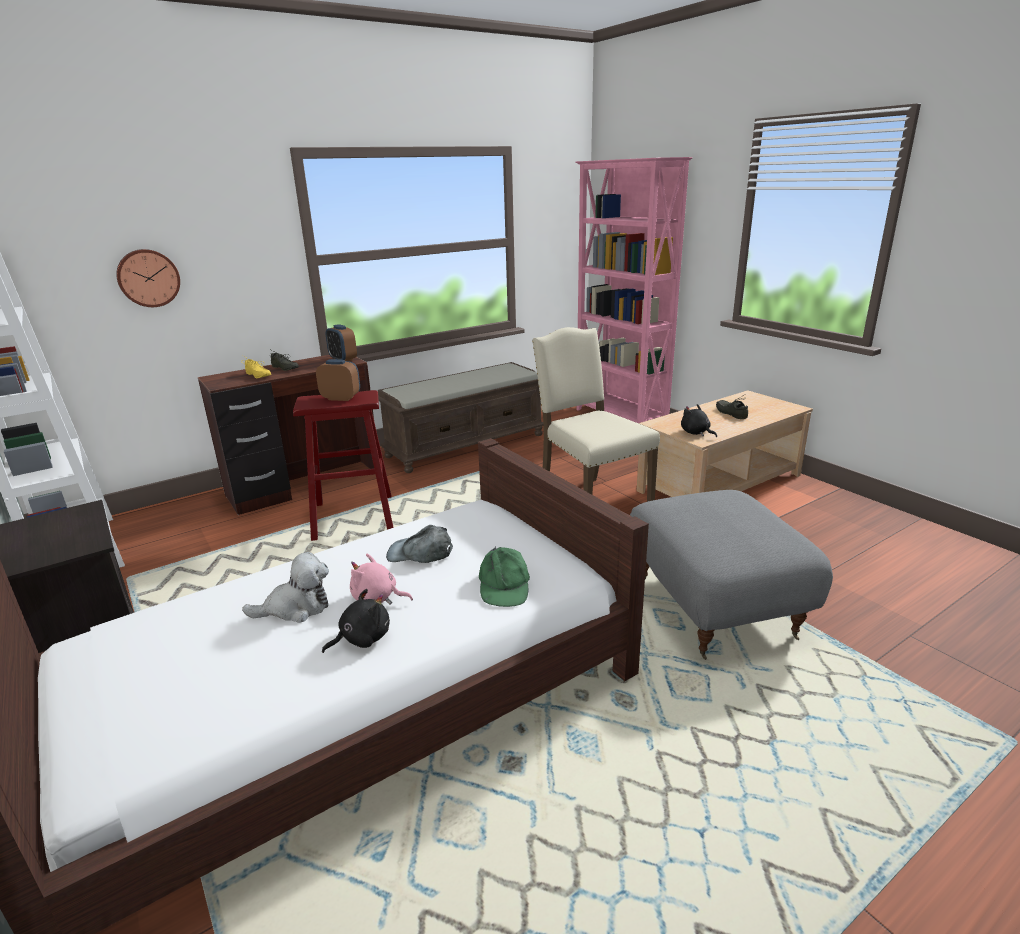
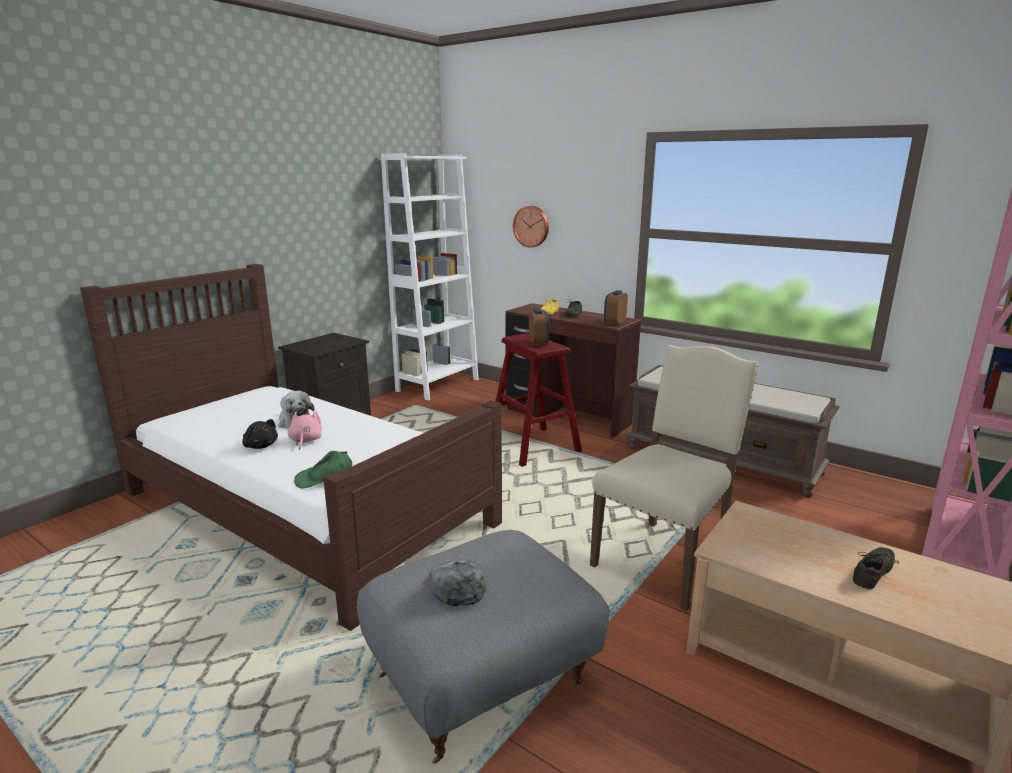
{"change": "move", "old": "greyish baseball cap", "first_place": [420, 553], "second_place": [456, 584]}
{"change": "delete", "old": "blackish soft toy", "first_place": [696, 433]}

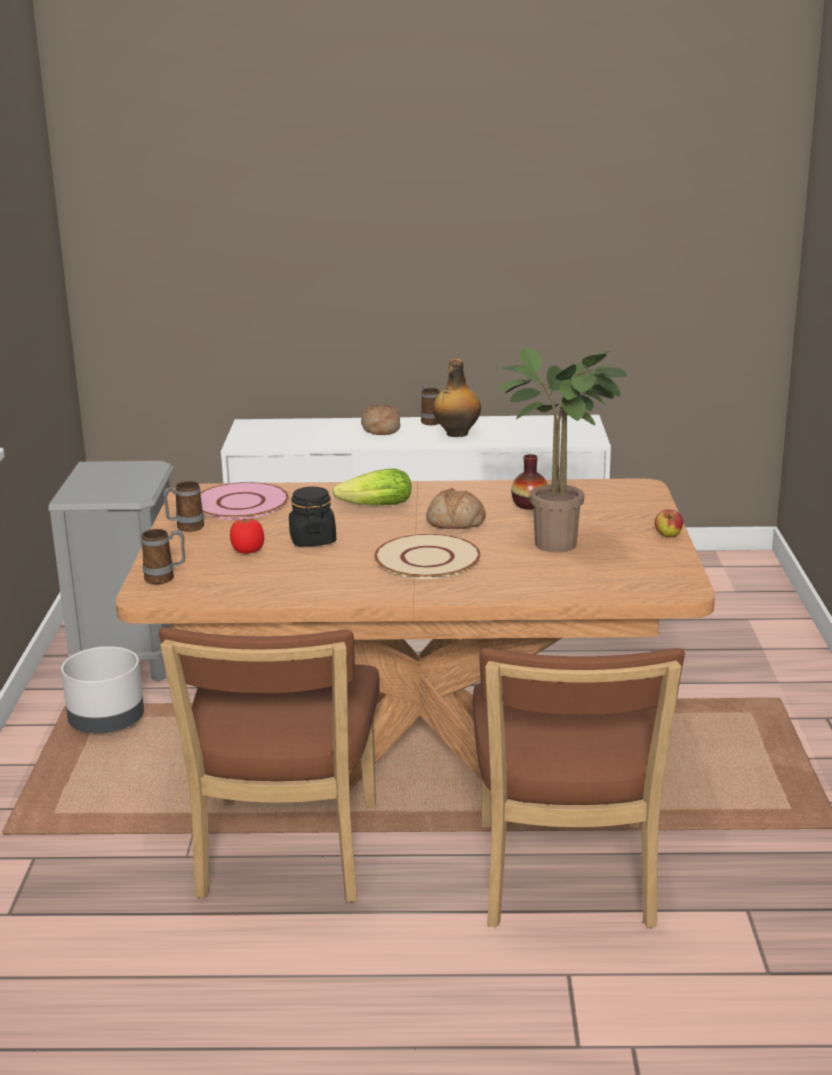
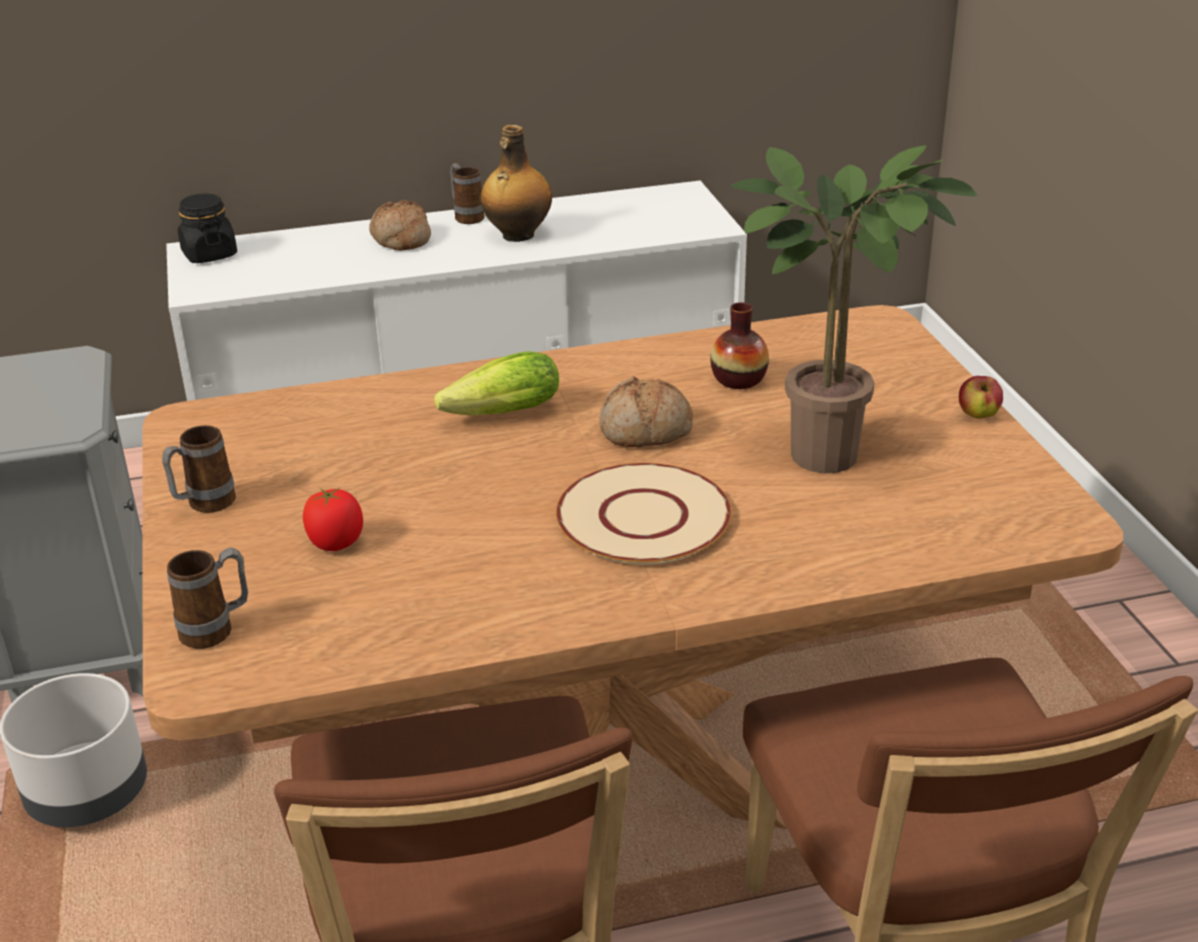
{"change": "move", "old": "blackish storage jar", "first_place": [312, 540], "second_place": [209, 254]}
{"change": "delete", "old": "pinkish flat dish", "first_place": [241, 503]}

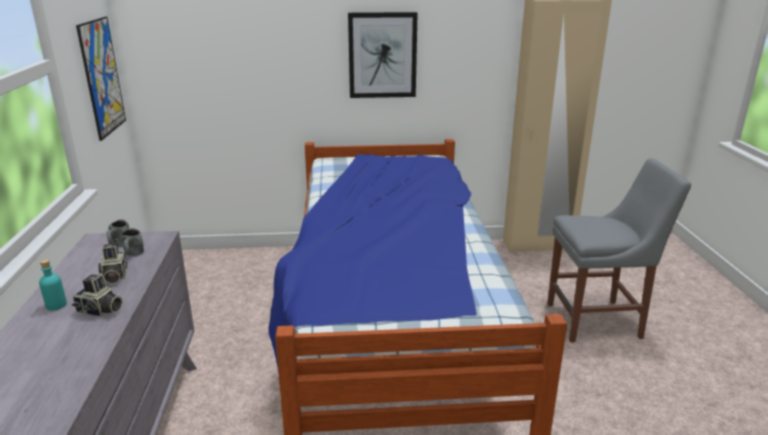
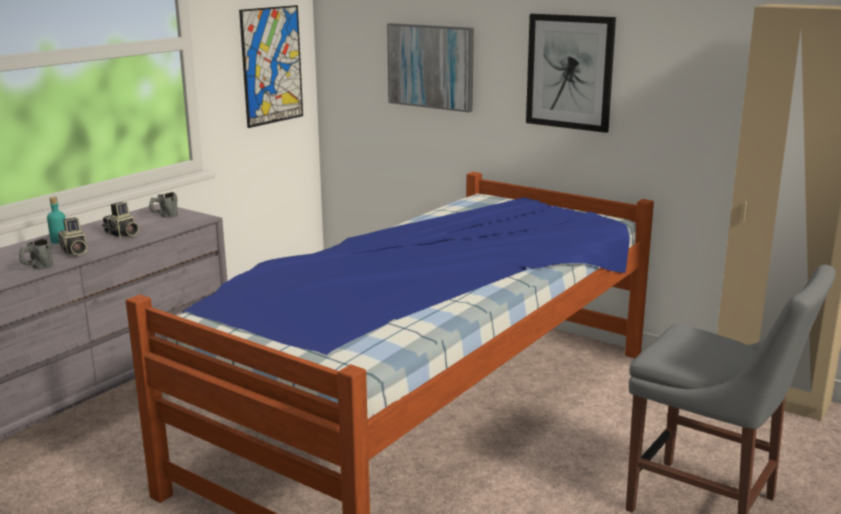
{"change": "move", "old": "greyish mug", "first_place": [133, 255], "second_place": [37, 268]}
{"change": "rotate", "old": "photo camera", "first_place": [114, 276], "second_place": [122, 234], "degrees": -75}
{"change": "insert", "new": "picture", "second_place": [431, 66]}

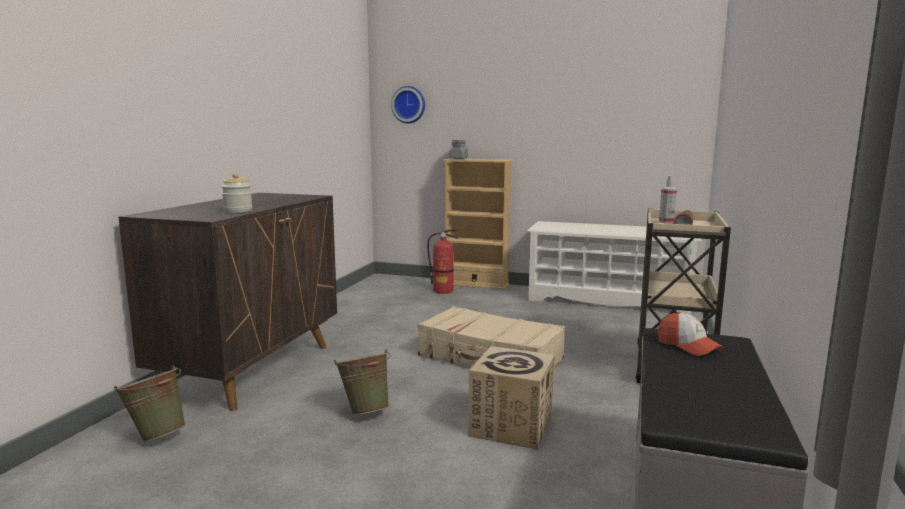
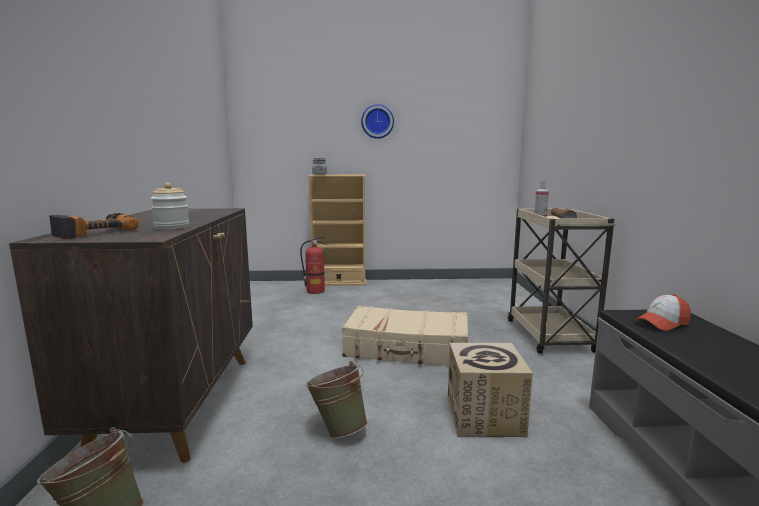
{"change": "insert", "new": "electric drill", "second_place": [94, 232]}
{"change": "move", "old": "clock on the wall", "first_place": [409, 105], "second_place": [377, 121]}
{"change": "rotate", "old": "baseball cap", "first_place": [688, 346], "second_place": [662, 323], "degrees": 120}
{"change": "delete", "old": "white shoe shelf", "first_place": [608, 300]}

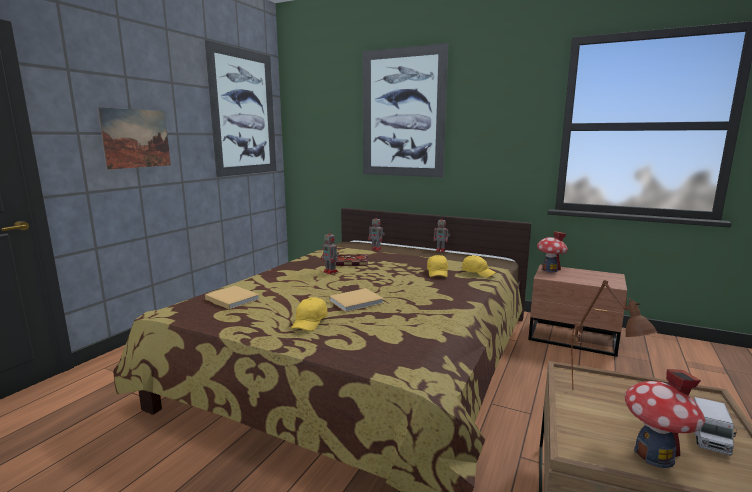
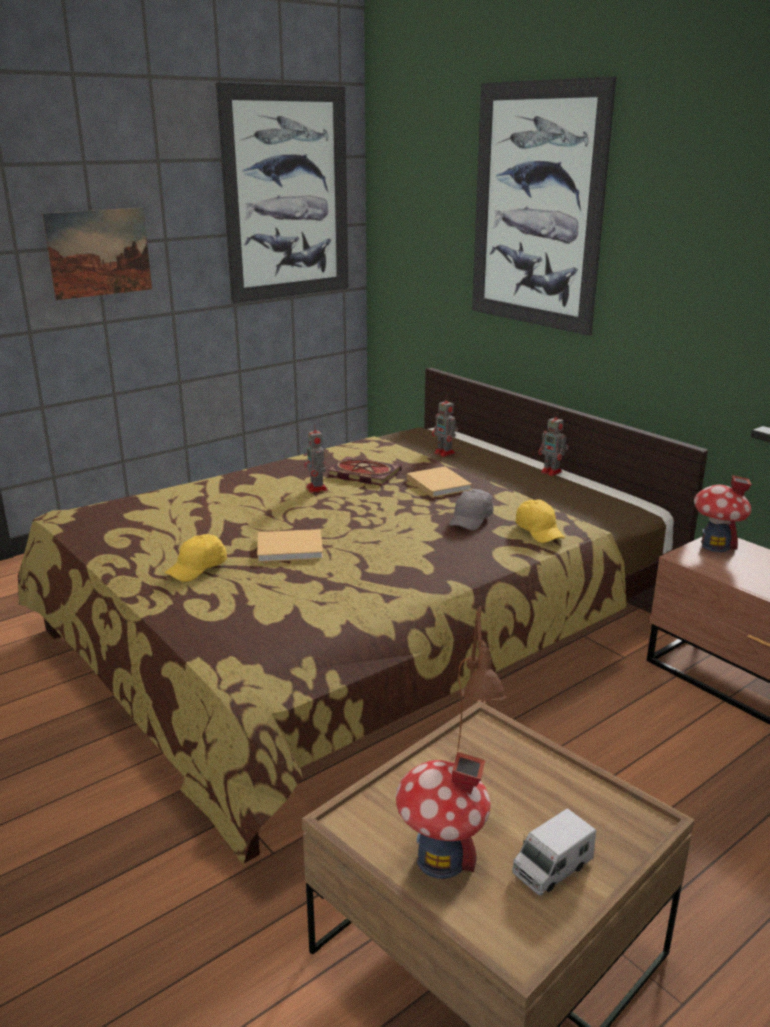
{"change": "move", "old": "beige-coloured bound book", "first_place": [231, 299], "second_place": [437, 483]}
{"change": "recolor", "old": "yellow-coloured baseball cap", "new": "greyish baseball cap", "first_place": [437, 273], "second_place": [471, 520]}

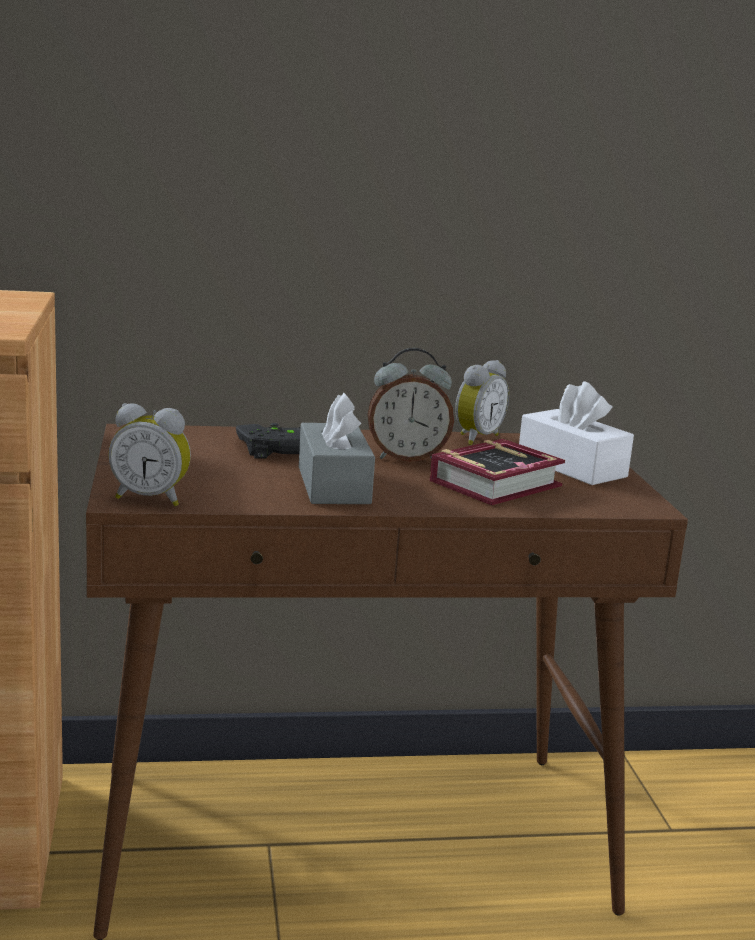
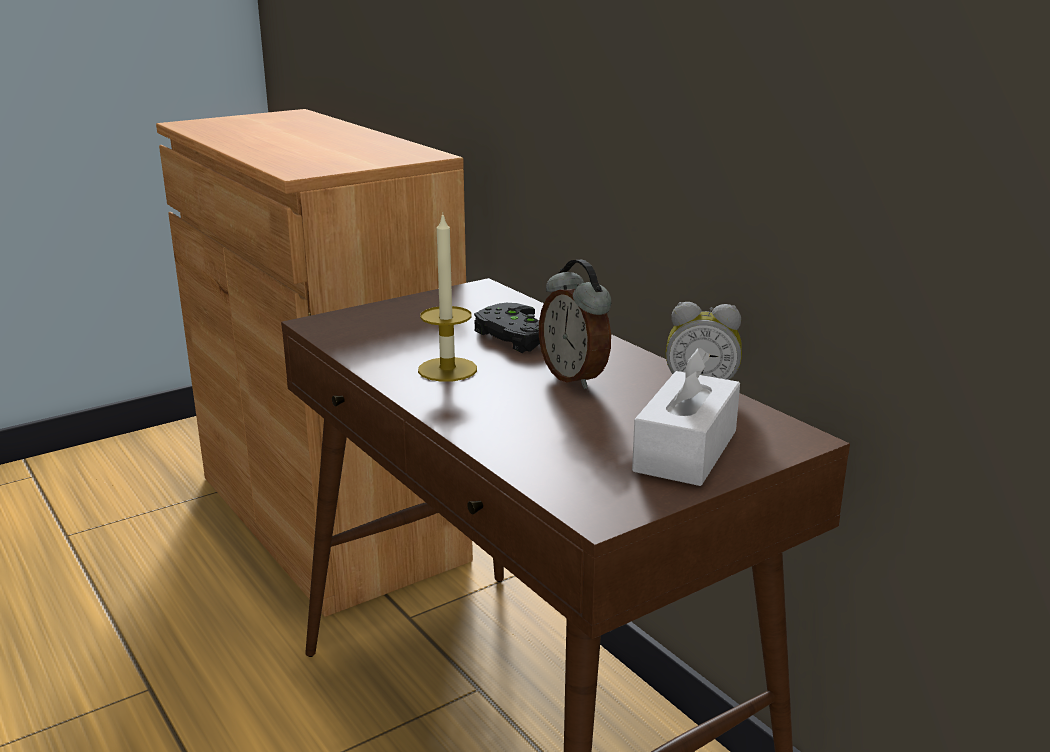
{"change": "replace", "old": "greyish tissue box", "new": "wax candle", "first_place": [333, 485], "second_place": [447, 369]}
{"change": "delete", "old": "alarm clock", "first_place": [151, 498]}
{"change": "delete", "old": "bound book", "first_place": [501, 484]}

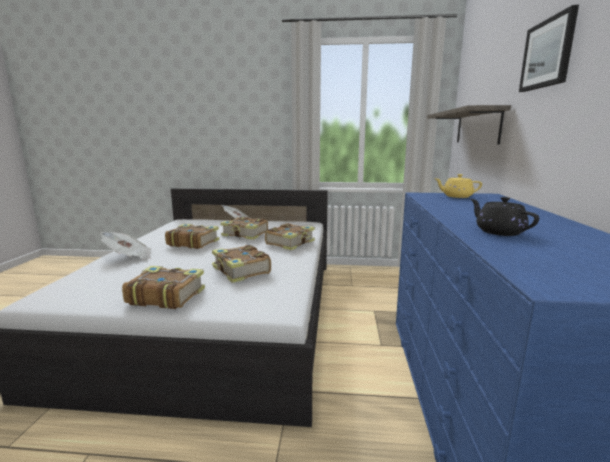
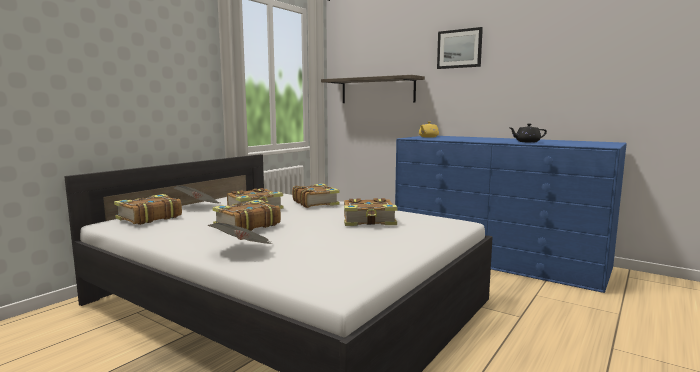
{"change": "move", "old": "bound book", "first_place": [166, 296], "second_place": [148, 218]}

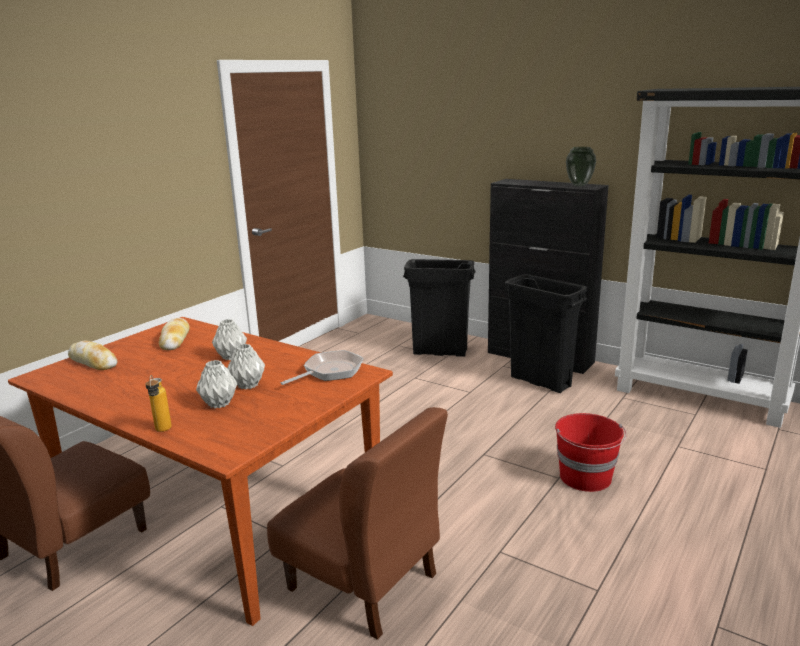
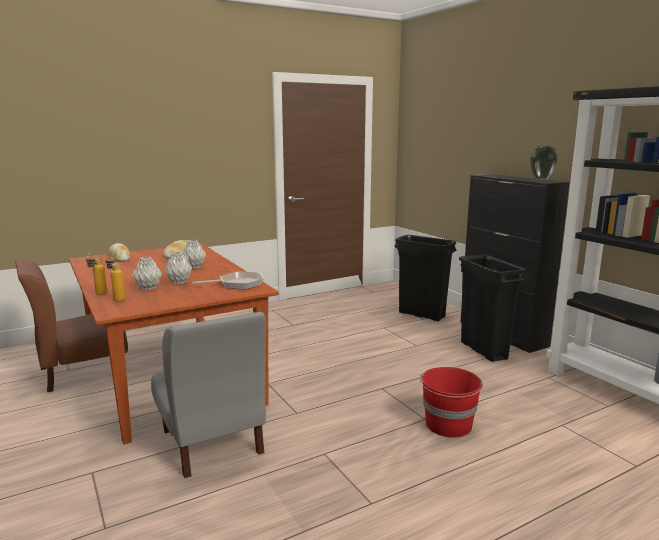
{"change": "insert", "new": "bottle", "second_place": [117, 299]}
{"change": "recolor", "old": "brownish upright chair", "new": "greyish upright chair", "first_place": [363, 582], "second_place": [212, 442]}

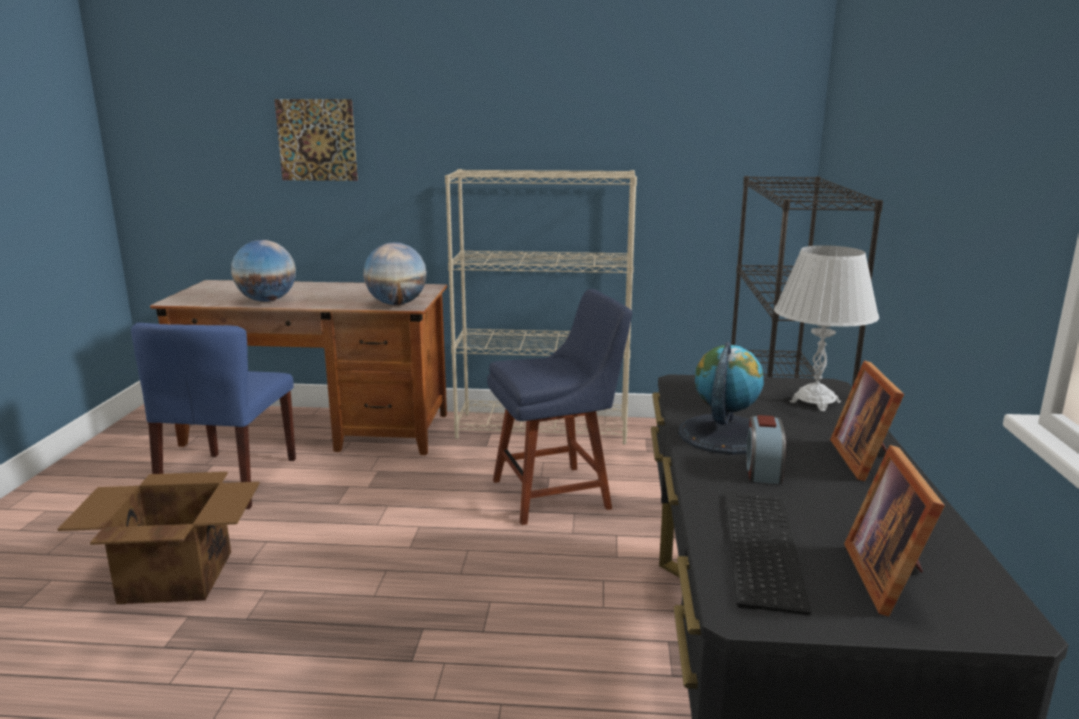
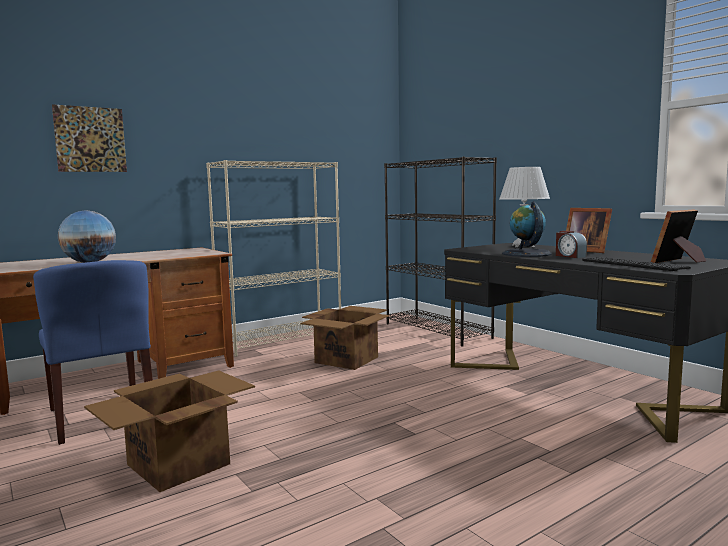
{"change": "replace", "old": "bluish upright chair", "new": "carton", "first_place": [557, 493], "second_place": [347, 359]}
{"change": "rotate", "old": "picture frame", "first_place": [890, 577], "second_place": [678, 261], "degrees": 90}
{"change": "delete", "old": "world globe", "first_place": [397, 304]}

